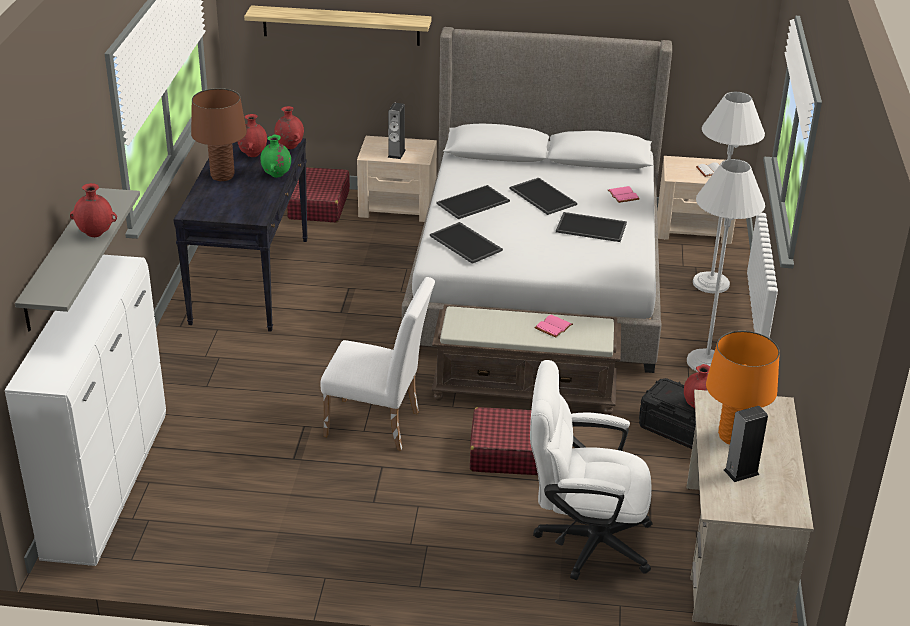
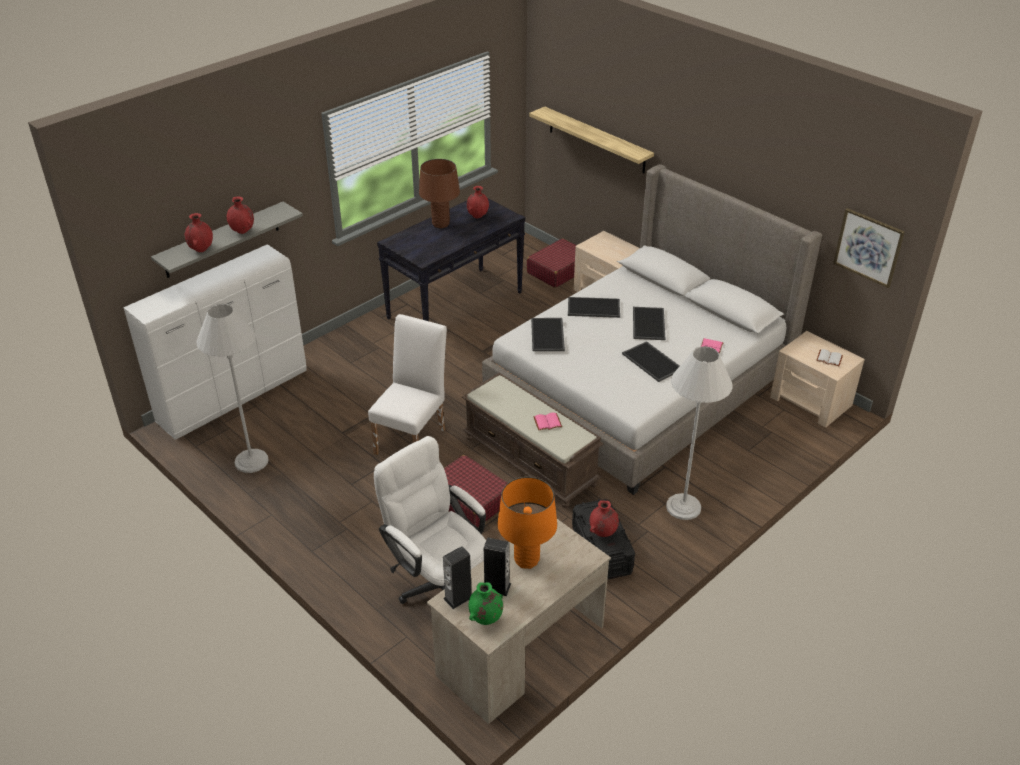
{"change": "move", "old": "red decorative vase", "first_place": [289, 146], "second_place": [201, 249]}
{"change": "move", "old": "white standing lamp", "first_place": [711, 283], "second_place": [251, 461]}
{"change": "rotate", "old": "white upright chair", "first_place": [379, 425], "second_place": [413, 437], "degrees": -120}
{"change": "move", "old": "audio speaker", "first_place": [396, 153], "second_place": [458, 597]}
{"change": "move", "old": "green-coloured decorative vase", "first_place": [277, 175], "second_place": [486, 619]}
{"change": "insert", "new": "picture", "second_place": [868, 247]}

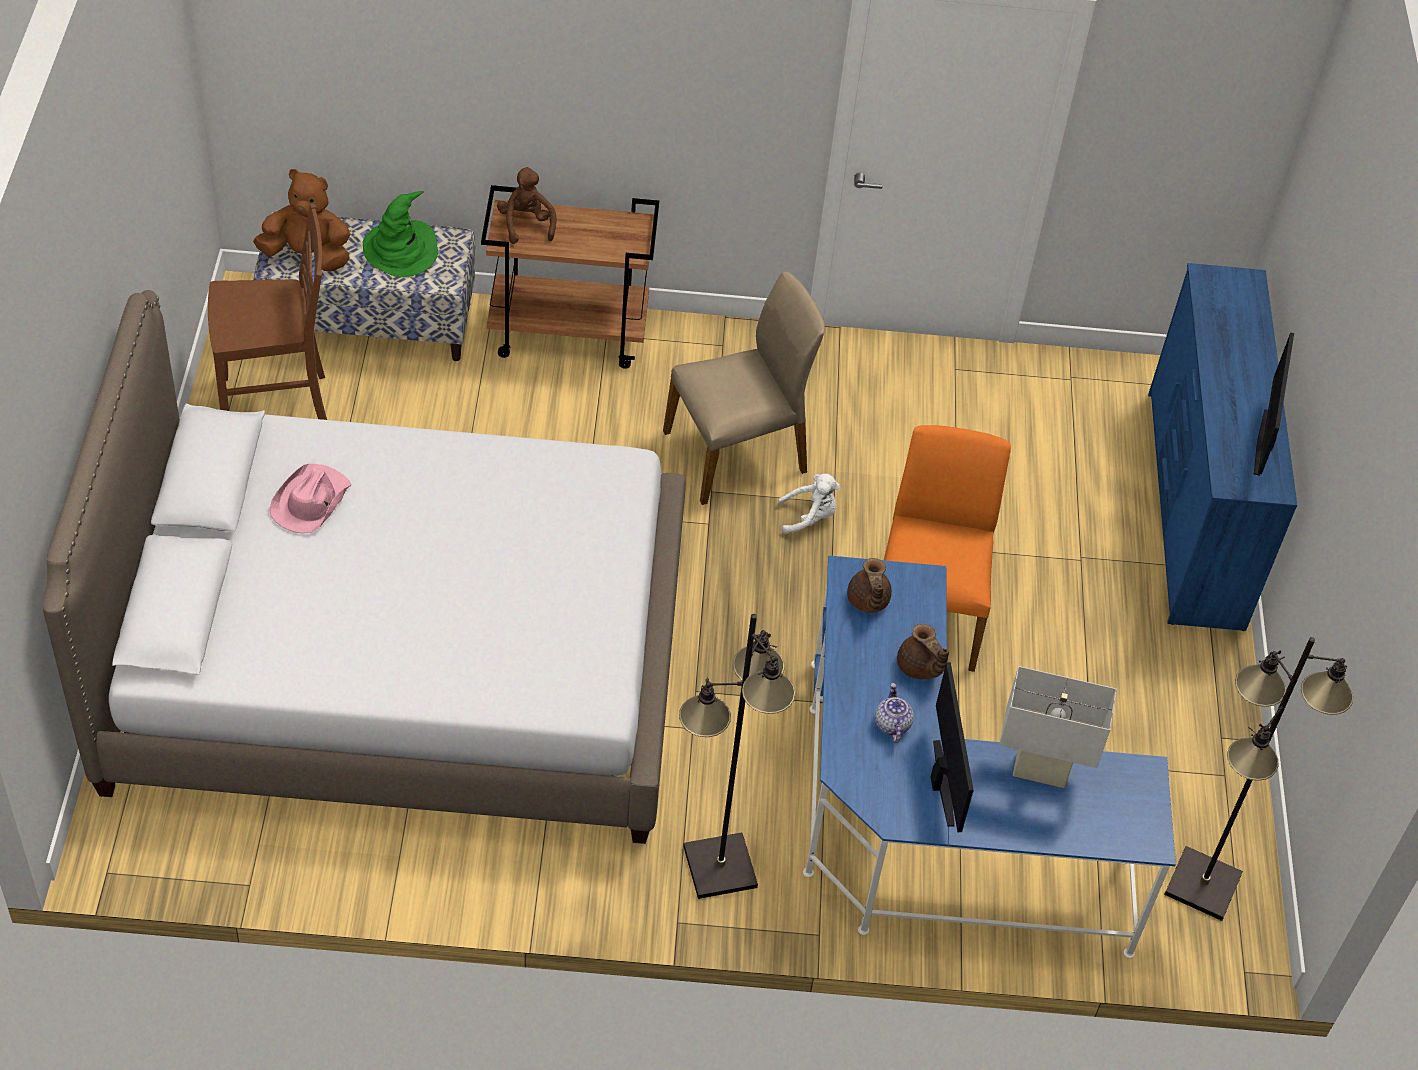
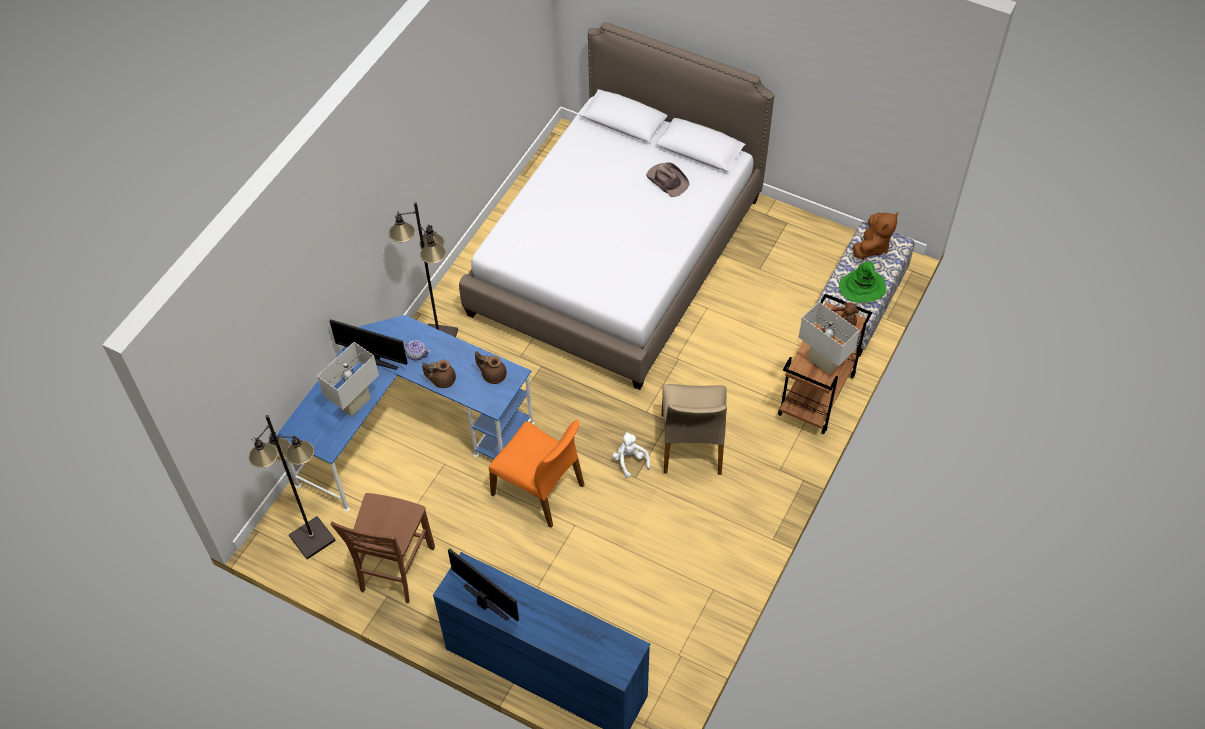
{"change": "move", "old": "brownish upright chair", "first_place": [277, 407], "second_place": [395, 570]}
{"change": "rotate", "old": "white soft toy", "first_place": [809, 517], "second_place": [630, 461], "degrees": 135}
{"change": "recolor", "old": "pinkish hat", "new": "brownish hat", "first_place": [310, 501], "second_place": [667, 180]}
{"change": "insert", "new": "white table lamp", "second_place": [822, 362]}

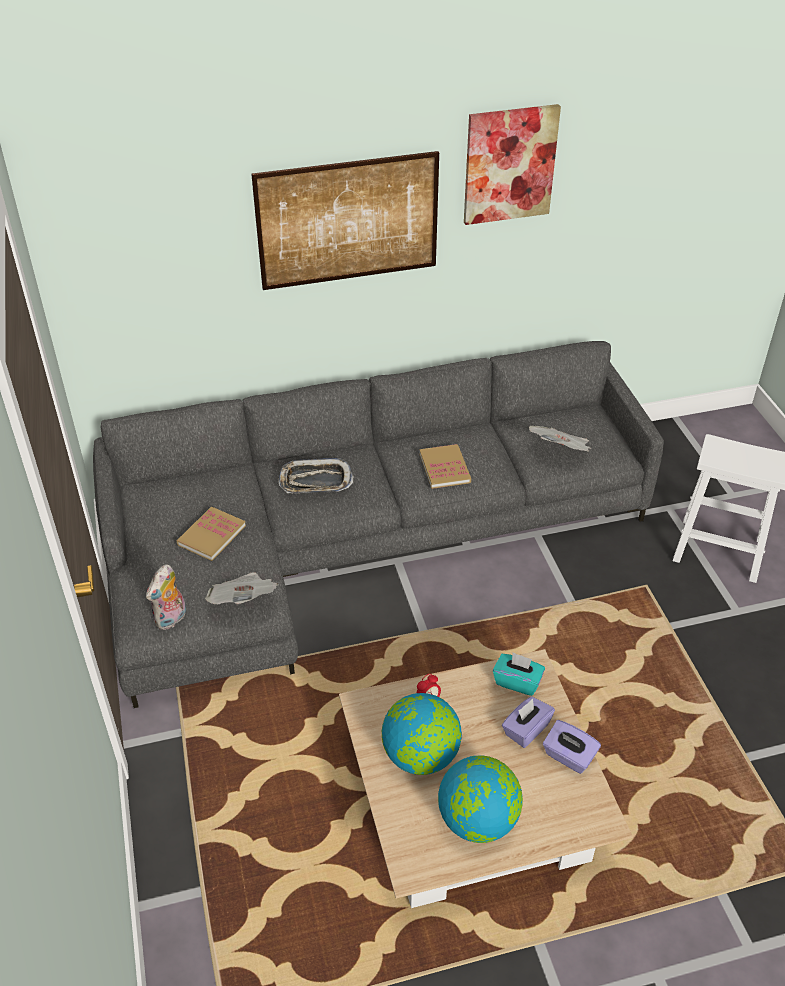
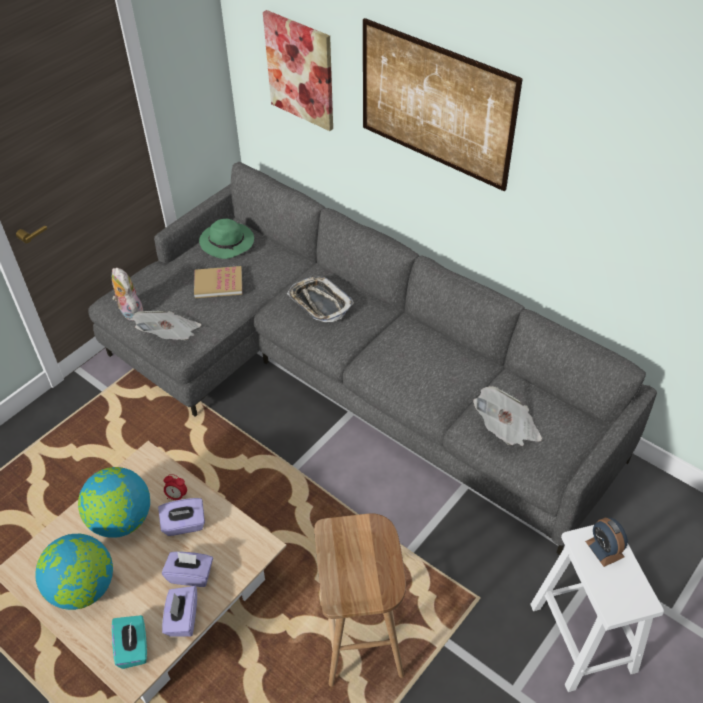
{"change": "rotate", "old": "soft toy", "first_place": [171, 619], "second_place": [129, 312], "degrees": 60}
{"change": "move", "old": "blue-green tissue box", "first_place": [517, 681], "second_place": [133, 648]}
{"change": "insert", "new": "purple tissue box", "second_place": [184, 525]}
{"change": "insert", "new": "green-coloured hat", "second_place": [228, 243]}
{"change": "move", "old": "picture", "first_place": [509, 164], "second_place": [300, 70]}
{"change": "insert", "new": "brownish stool seat", "second_place": [362, 640]}
{"change": "insert", "new": "alarm clock", "second_place": [604, 549]}
{"change": "delete", "old": "bound book", "first_place": [444, 468]}

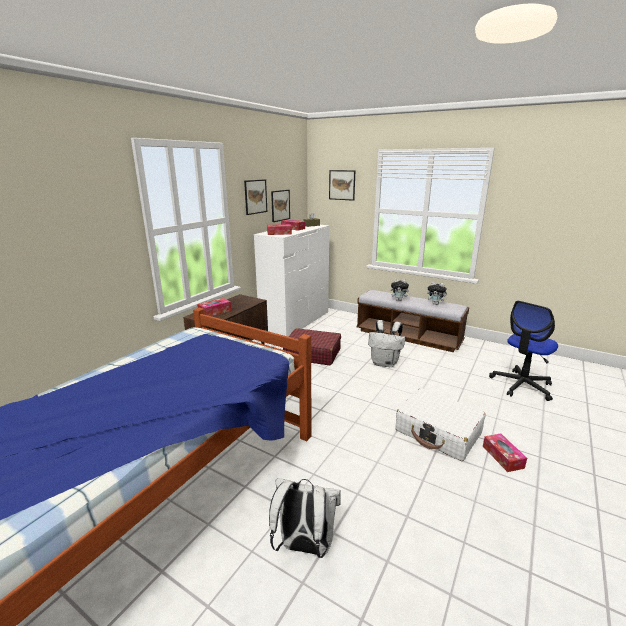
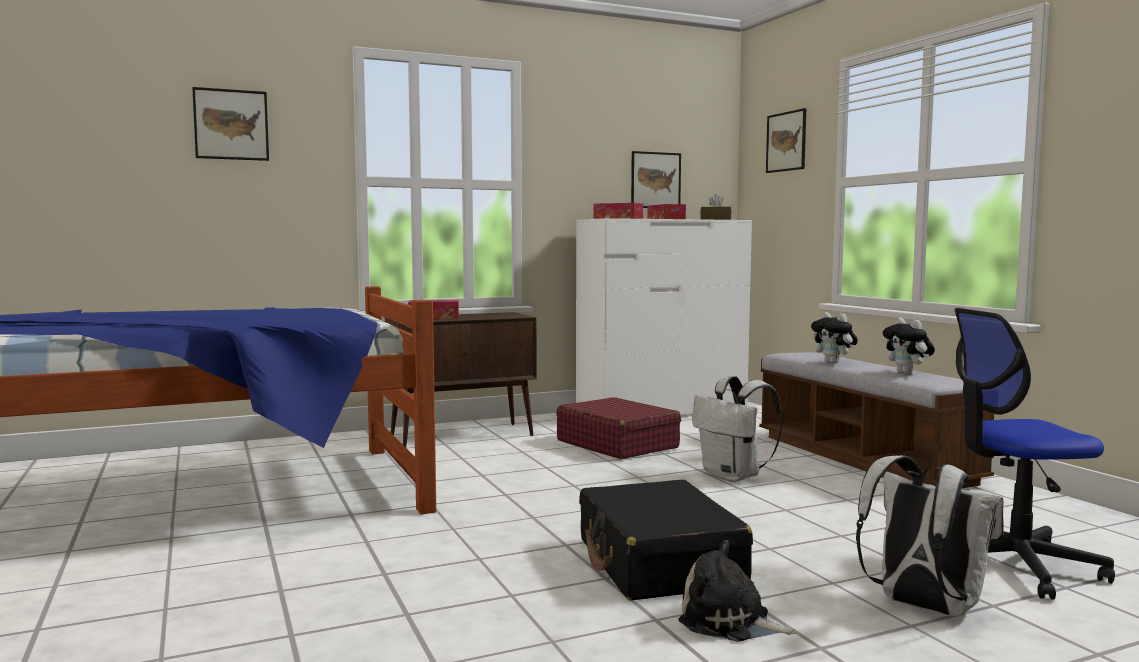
{"change": "move", "old": "picture", "first_place": [255, 196], "second_place": [231, 124]}
{"change": "recolor", "old": "white travel case", "new": "blackish travel case", "first_place": [438, 432], "second_place": [659, 563]}
{"change": "replace", "old": "tissue box", "new": "soft toy", "first_place": [502, 457], "second_place": [729, 622]}
{"change": "move", "old": "white knapsack", "first_place": [304, 546], "second_place": [923, 607]}

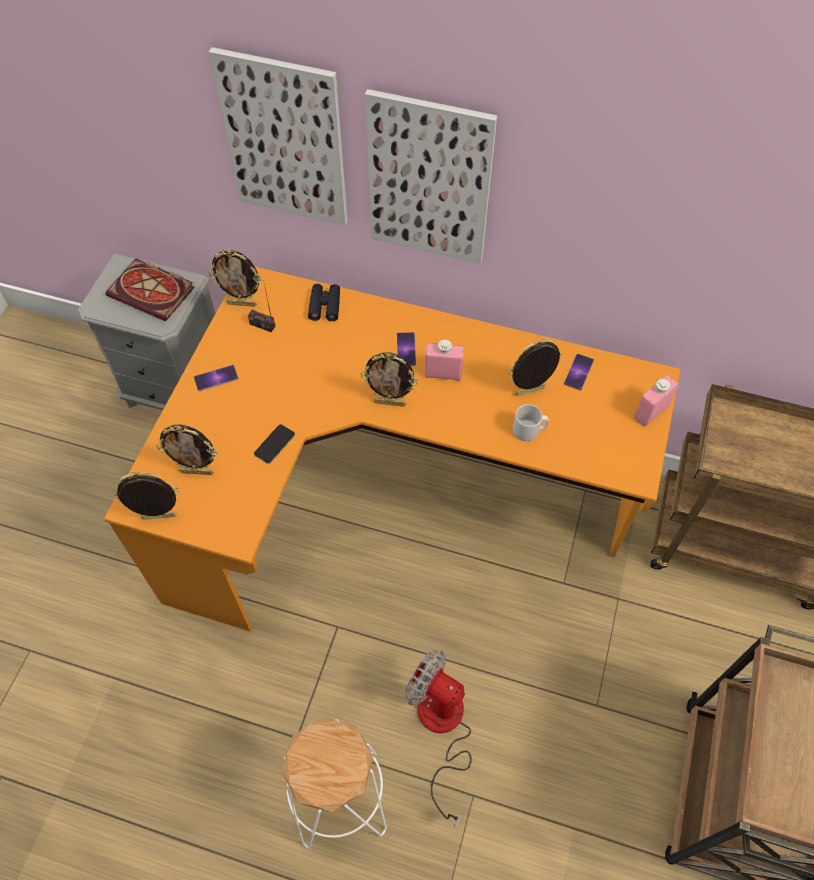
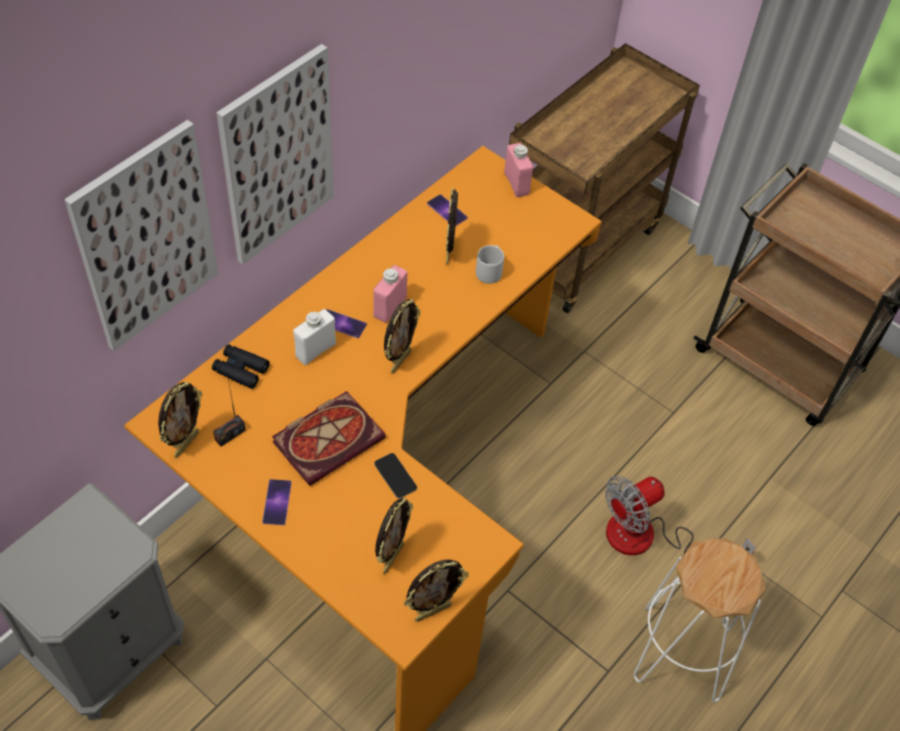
{"change": "move", "old": "bound book", "first_place": [154, 292], "second_place": [329, 438]}
{"change": "insert", "new": "white bottle", "second_place": [315, 350]}
{"change": "rotate", "old": "picture frame", "first_place": [159, 518], "second_place": [432, 611], "degrees": -135}

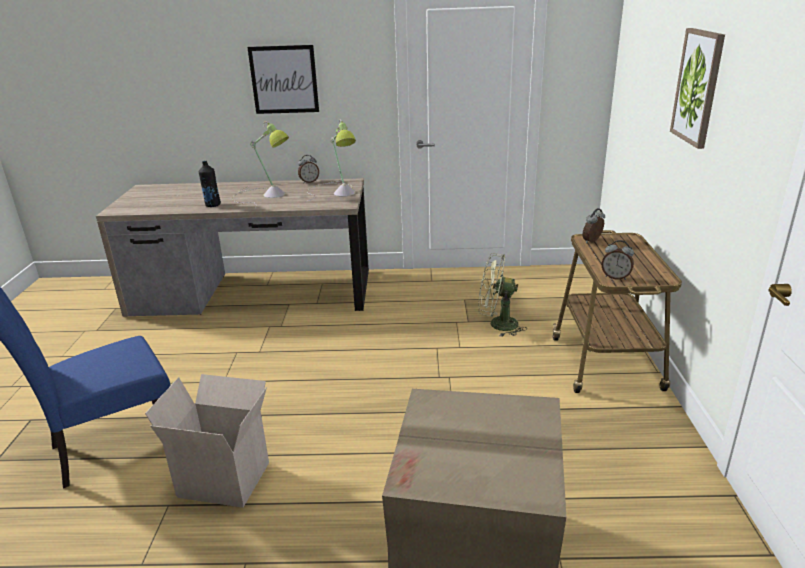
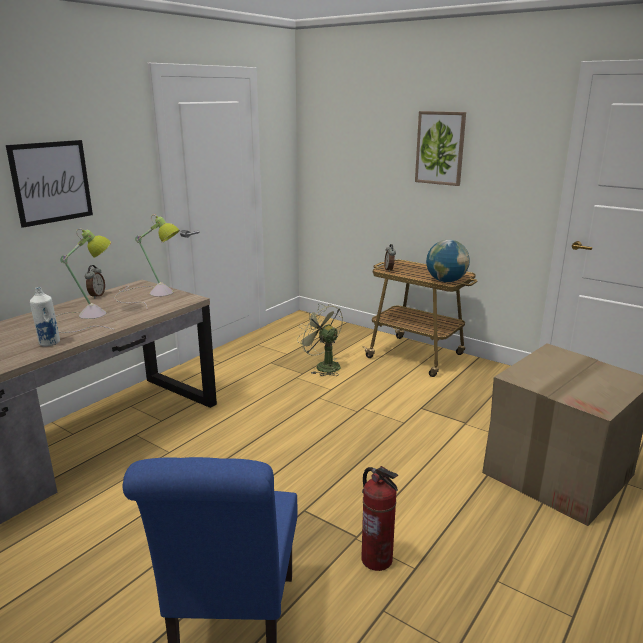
{"change": "recolor", "old": "blackish bottle", "new": "white bottle", "first_place": [212, 205], "second_place": [49, 343]}
{"change": "rotate", "old": "green-coloured electric fan", "first_place": [497, 324], "second_place": [323, 366], "degrees": 90}
{"change": "replace", "old": "carton", "new": "extinguisher", "first_place": [226, 478], "second_place": [377, 559]}
{"change": "replace", "old": "alarm clock", "new": "world globe", "first_place": [615, 277], "second_place": [446, 281]}

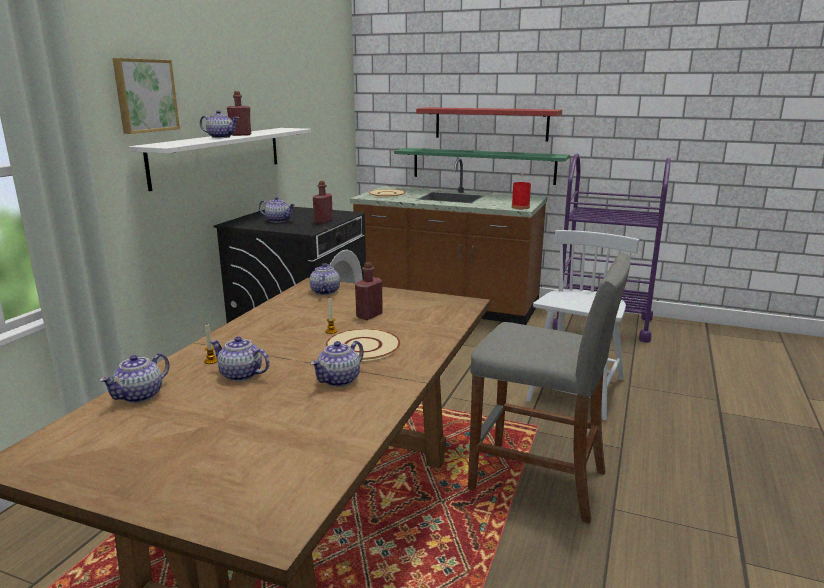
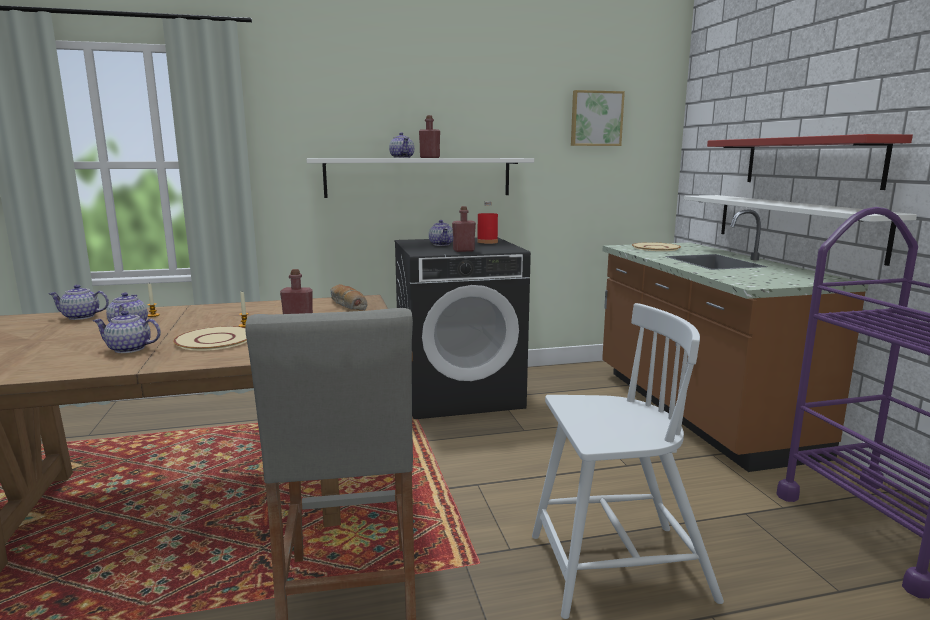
{"change": "replace", "old": "pot for tea", "new": "bakery bread", "first_place": [324, 291], "second_place": [347, 305]}
{"change": "move", "old": "red bottle", "first_place": [520, 207], "second_place": [487, 242]}
{"change": "move", "old": "picture", "first_place": [144, 95], "second_place": [596, 118]}
{"change": "recolor", "old": "green-coloured shelf", "new": "white shelf", "first_place": [483, 165], "second_place": [794, 225]}

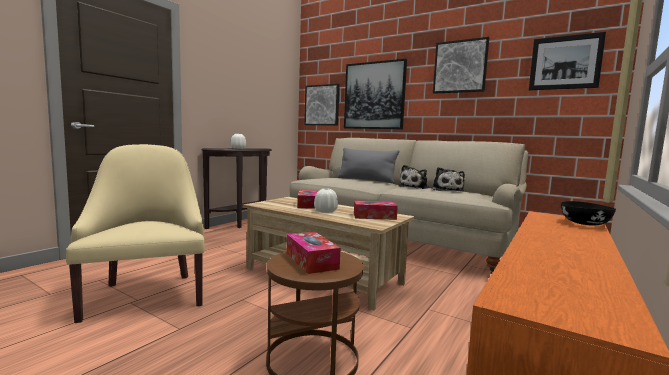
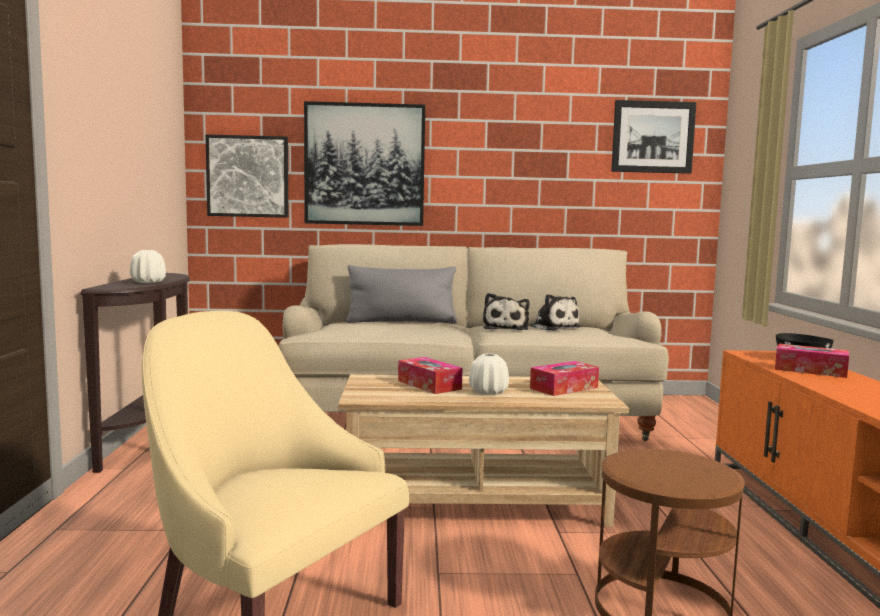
{"change": "move", "old": "tissue box", "first_place": [311, 261], "second_place": [810, 370]}
{"change": "delete", "old": "picture", "first_place": [460, 66]}

